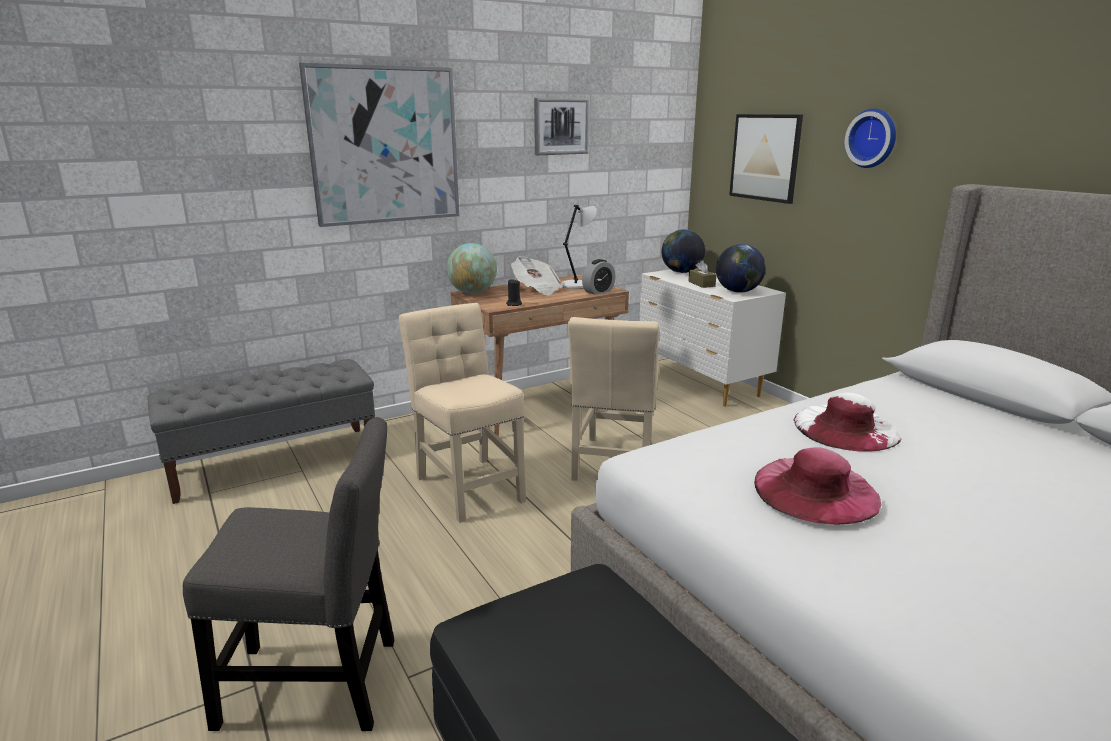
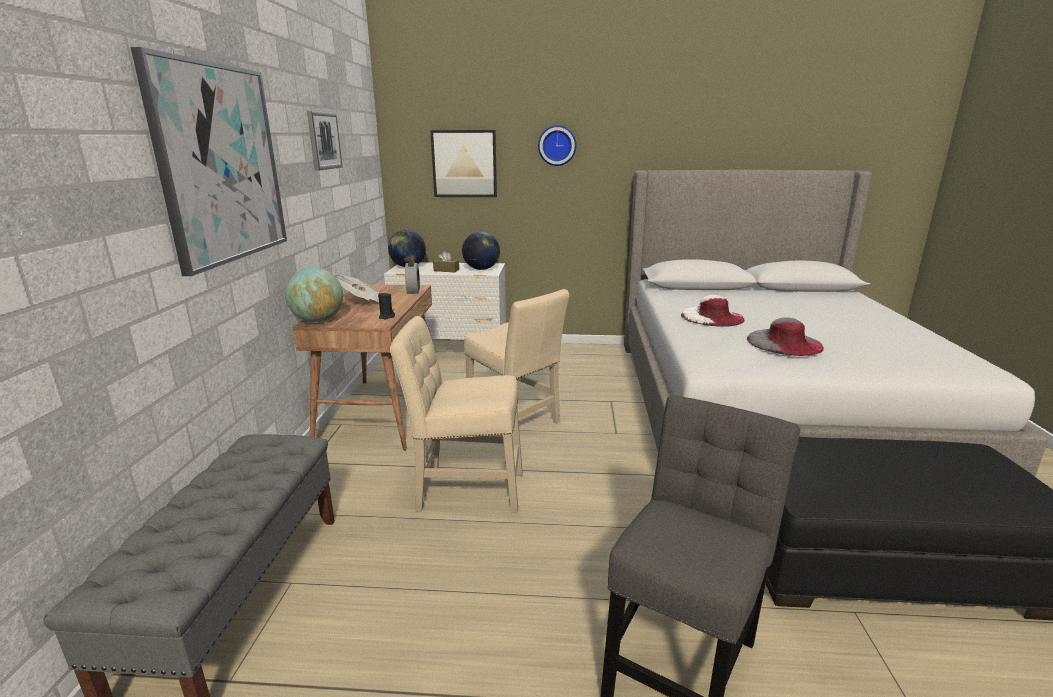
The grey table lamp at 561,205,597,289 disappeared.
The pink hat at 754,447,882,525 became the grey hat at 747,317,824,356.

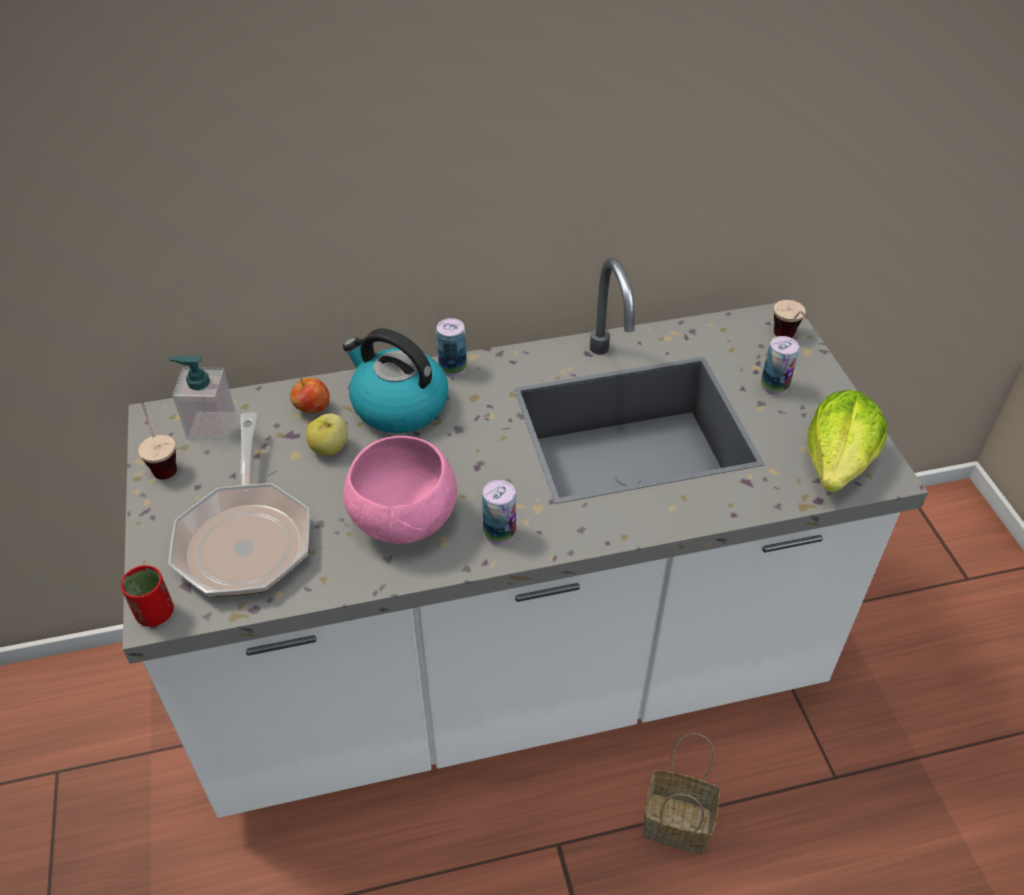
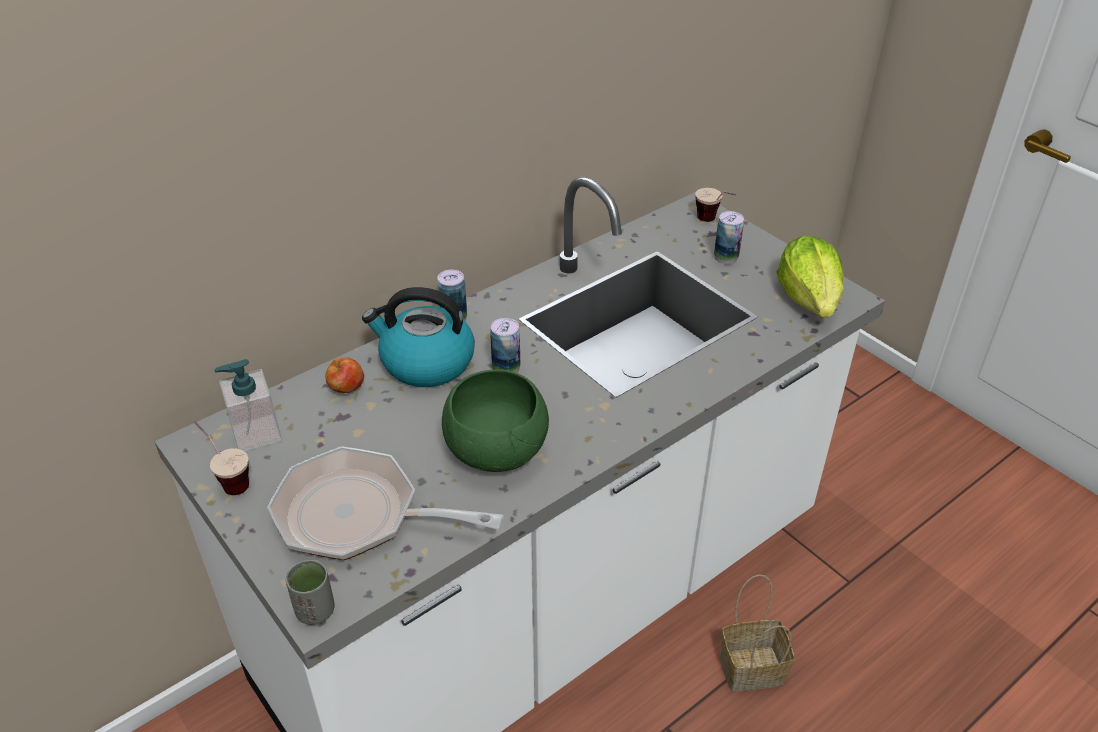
The frying pan at 168,413,310,597 turned 135 degrees clockwise.
The apple at 306,413,348,456 disappeared.
The pink bowl at 344,436,457,544 became the green bowl at 442,370,549,472.
The can moved from 482,480,516,545 to 490,318,520,373.
The red cup at 121,565,174,627 became the grey cup at 286,560,335,625.

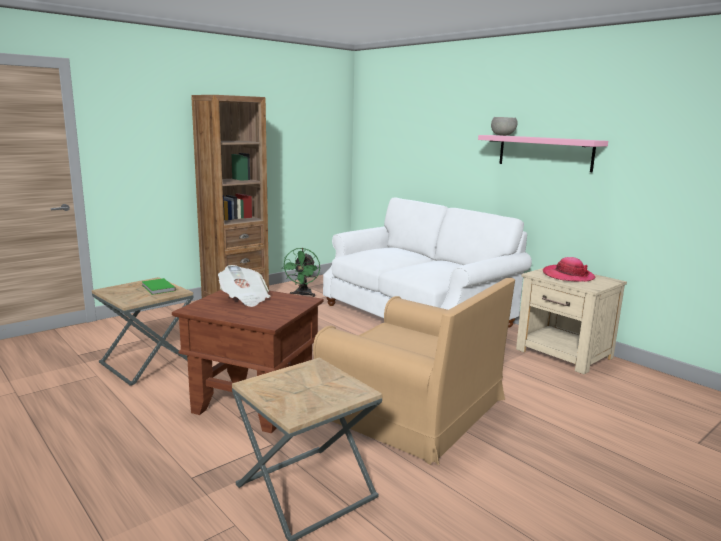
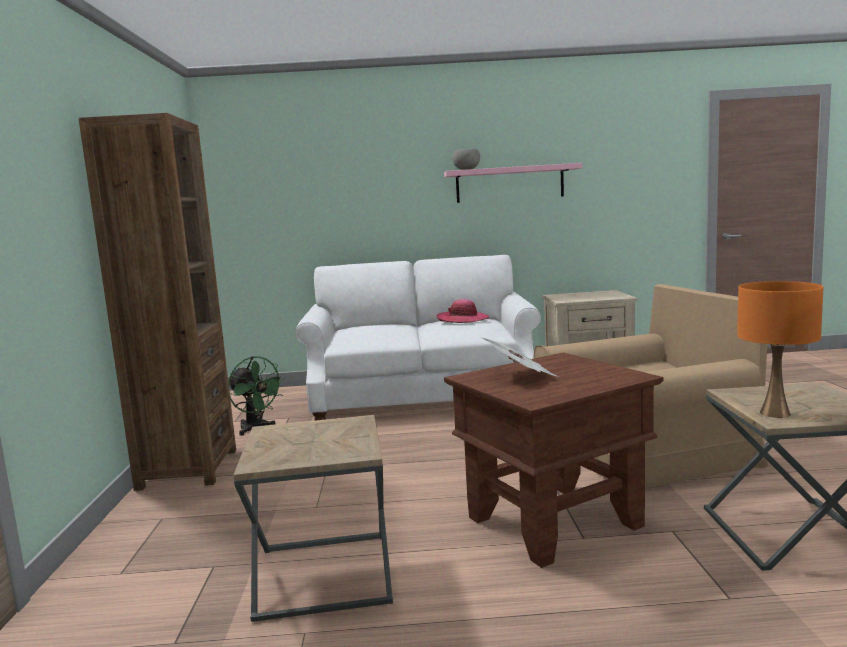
The hat moved from 543,257,595,282 to 436,299,489,323.
The green book at 141,278,176,295 disappeared.
The orange table lamp at 737,281,823,418 appeared.

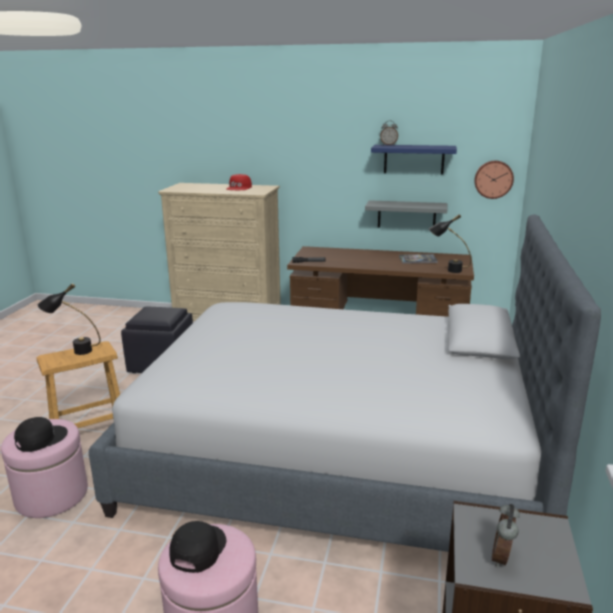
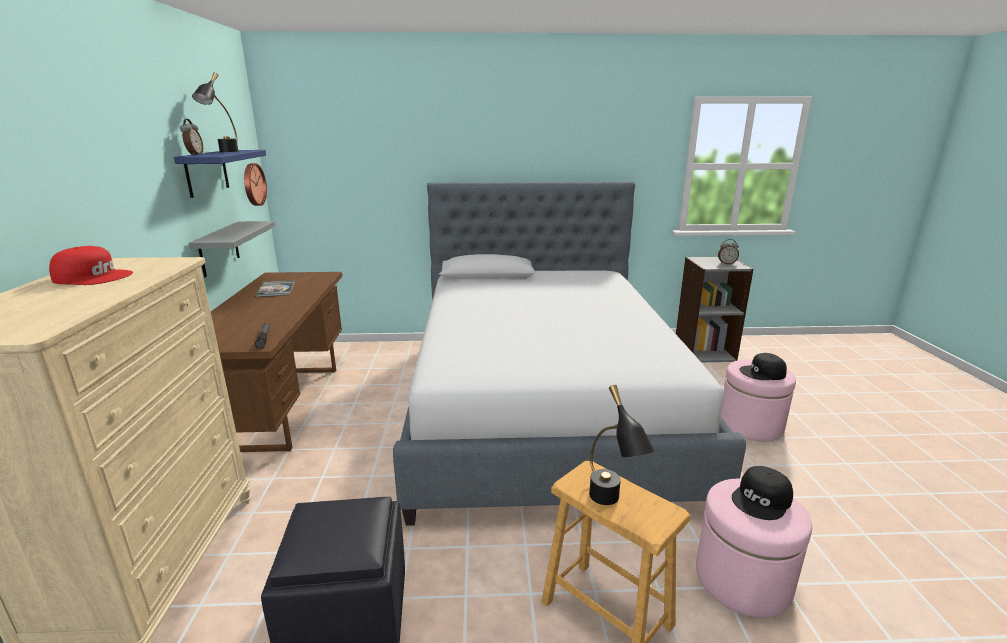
The black table lamp moved from 429,214,471,273 to 192,72,238,152.
The black cap at 14,417,68,452 turned 75 degrees counterclockwise.

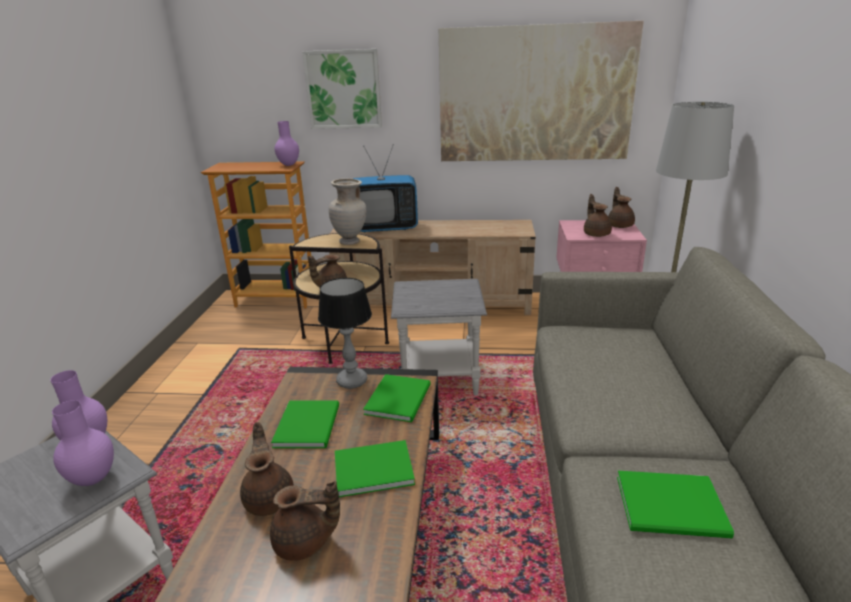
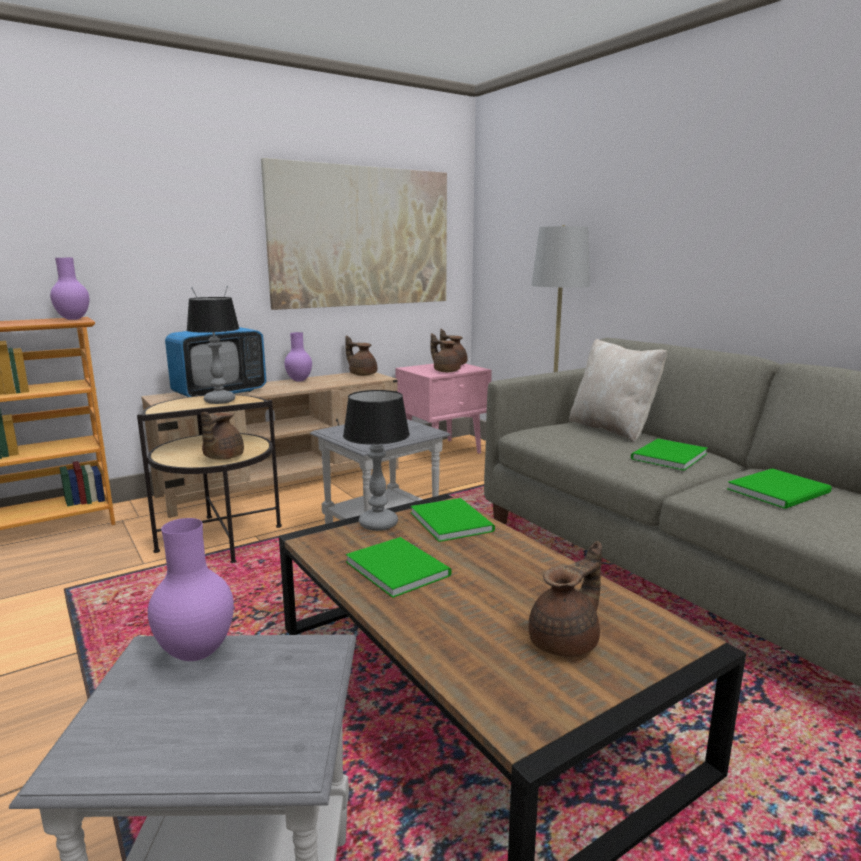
The picture at 302,49,382,129 disappeared.
The beige vase at 329,178,366,245 was replaced by the table lamp at 186,297,240,404.
The purple vase moved from 52,400,114,486 to 284,332,312,382.
The brown teapot moved from 240,422,294,516 to 346,336,377,376.
The green book moved from 335,440,415,497 to 631,439,708,471.
The beige pillow at 569,339,667,443 appeared.

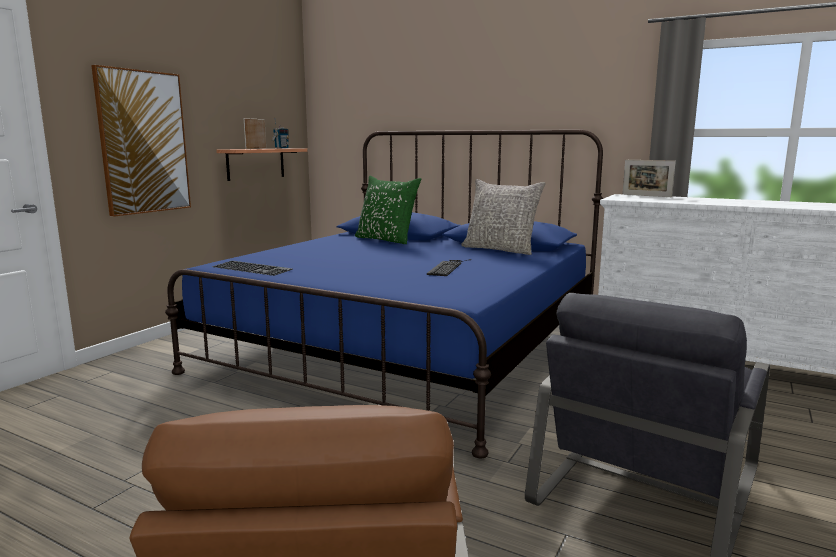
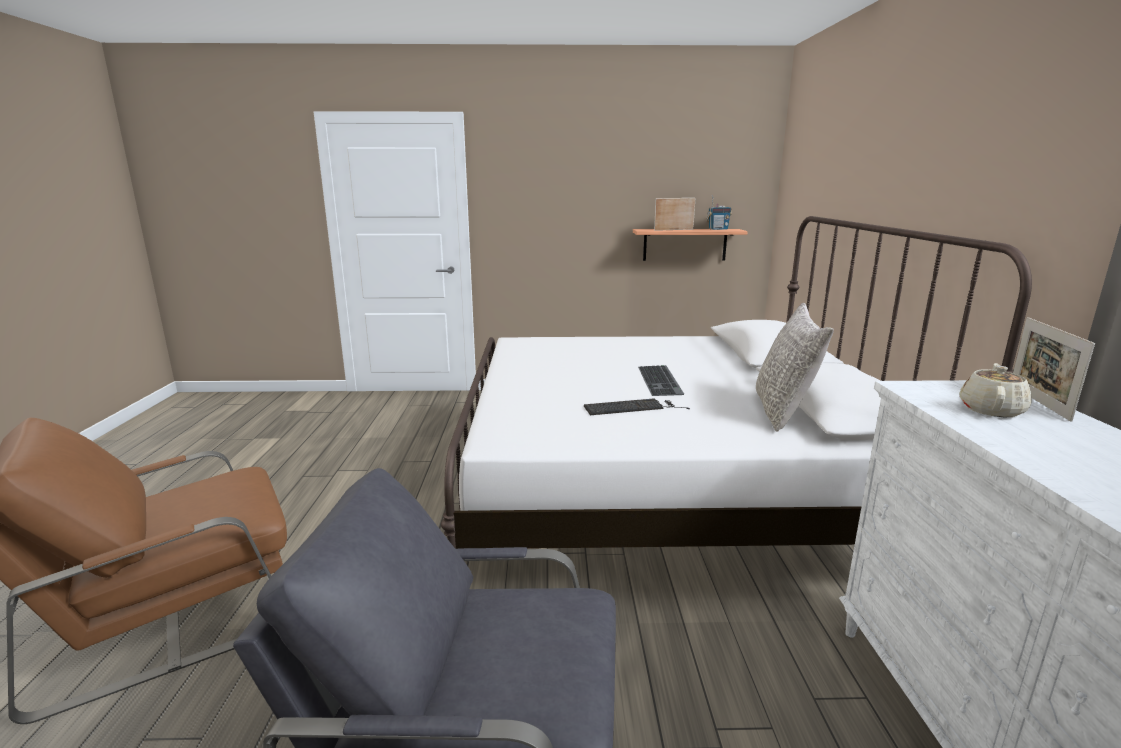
The picture at 91,65,191,217 disappeared.
The blue bed at 165,129,603,458 became the white bed at 441,216,1032,549.
The green pillow at 355,176,421,244 disappeared.
The keyboard moved from 212,261,293,276 to 638,365,684,396.
The beige teapot at 959,363,1032,417 appeared.

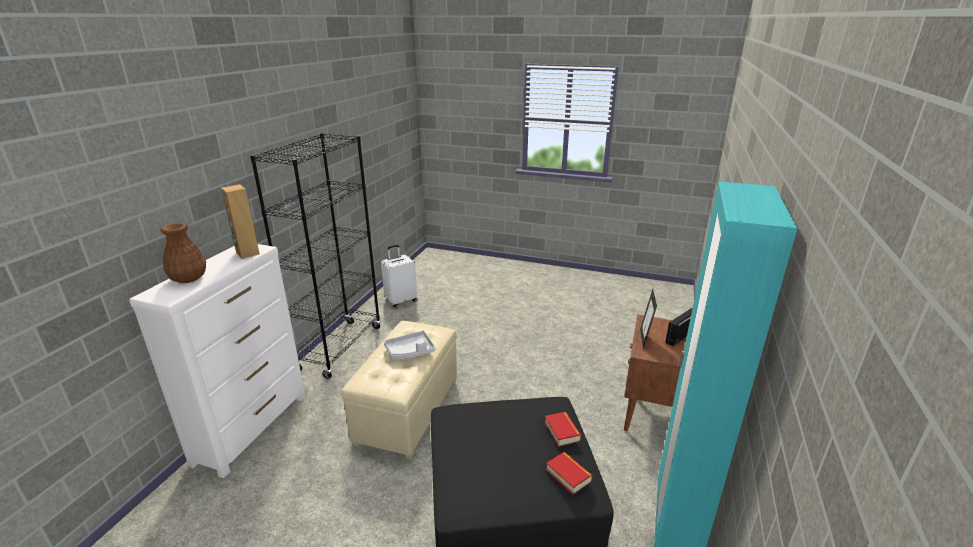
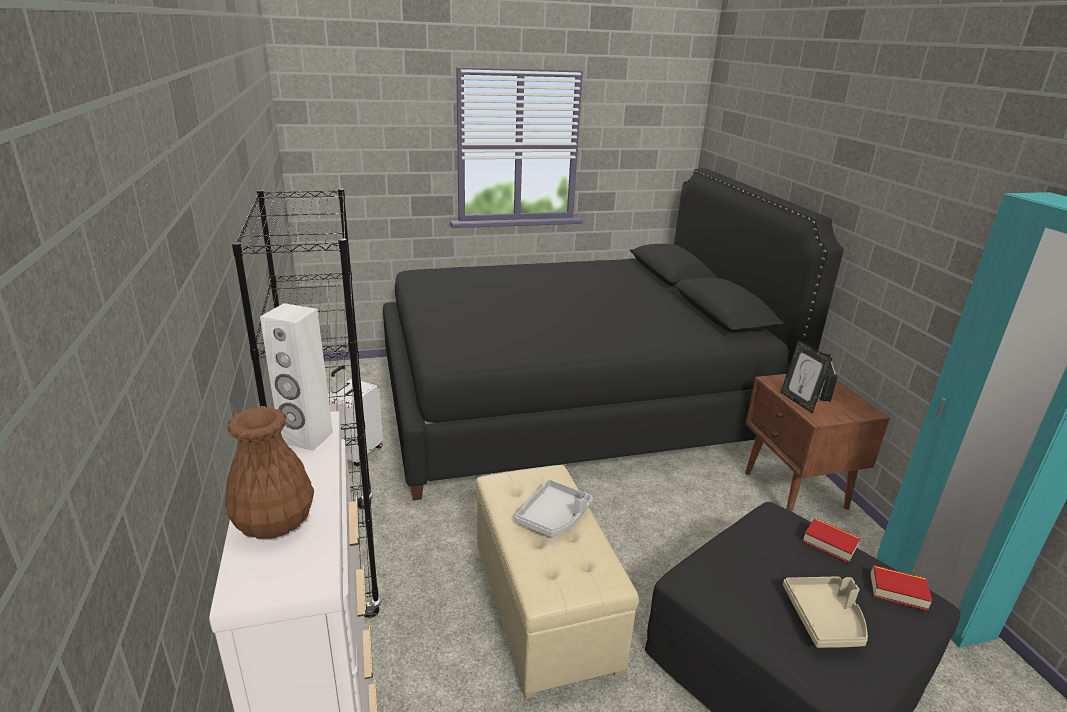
The brown speaker at 221,184,260,259 became the white speaker at 260,303,333,451.
The black bed at 383,168,844,500 appeared.
The beige tray at 783,576,868,648 appeared.

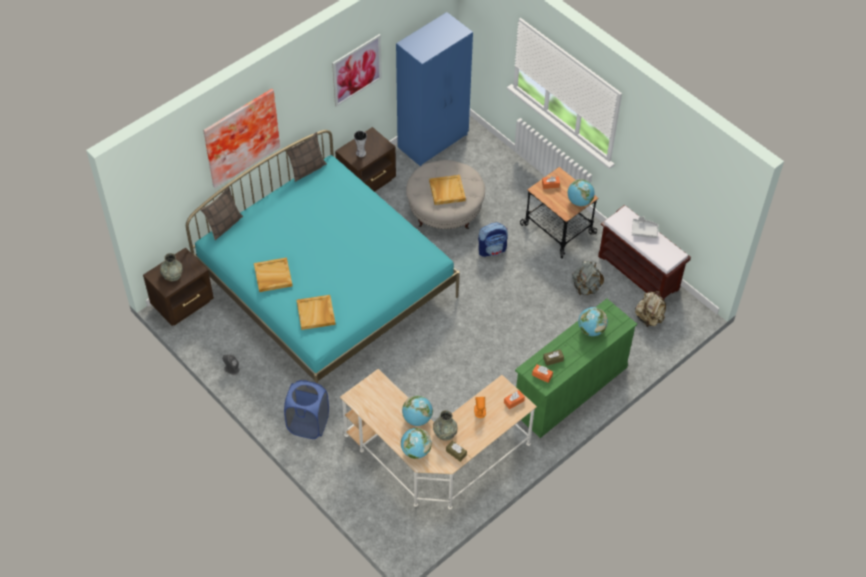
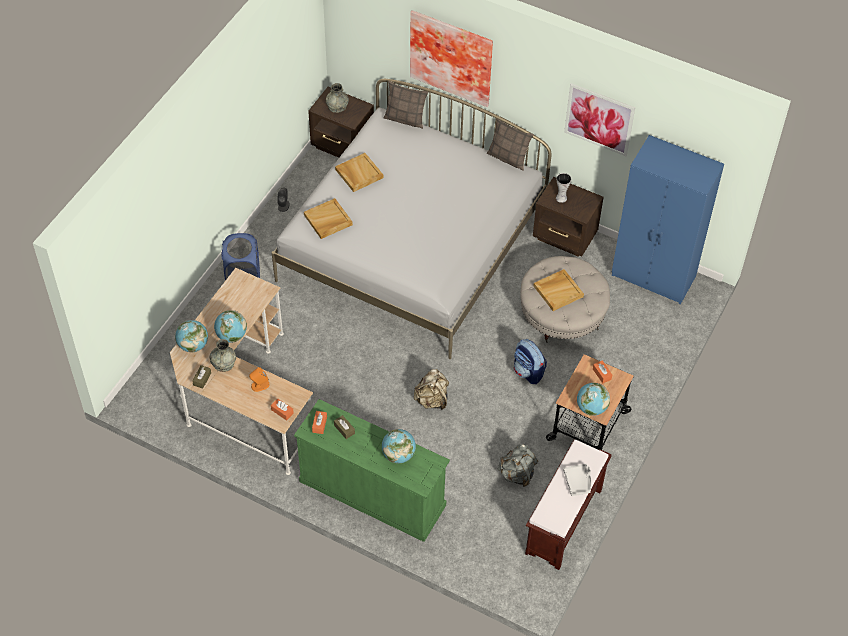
The turquoise bed at 186,130,460,384 became the white bed at 272,79,551,359.
The beige backpack moved from 635,291,666,327 to 414,369,449,410.

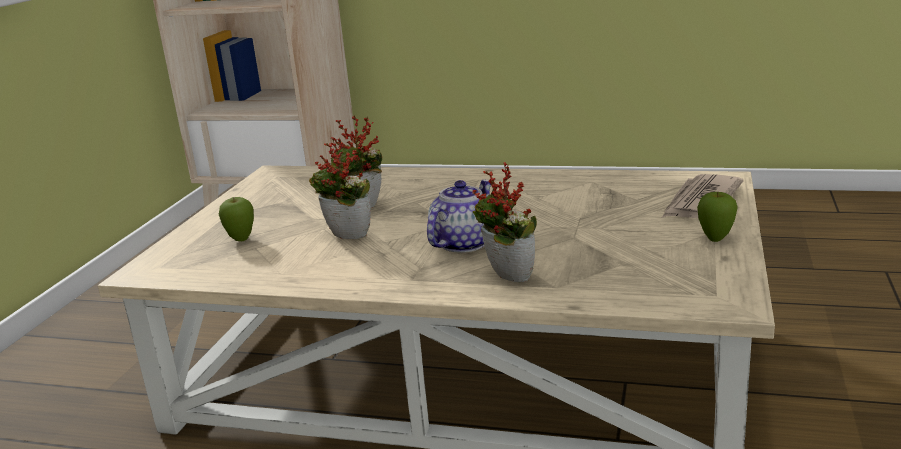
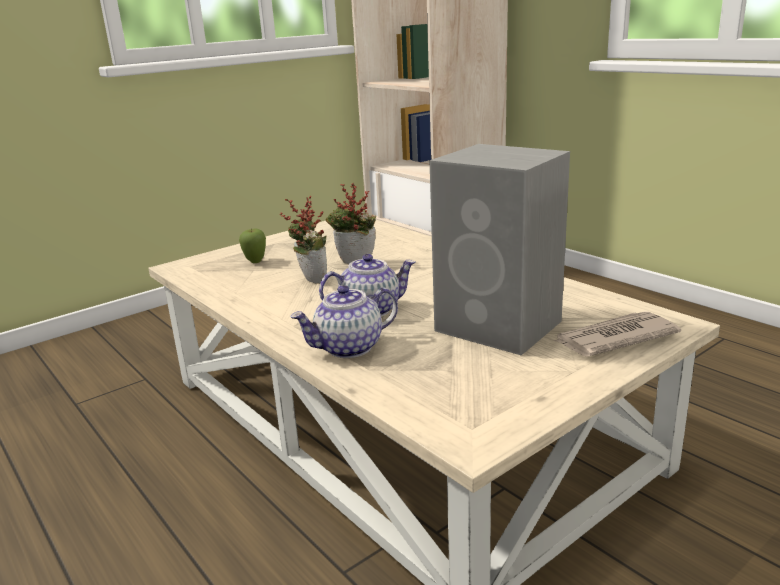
The potted plant at 472,162,537,282 was replaced by the teapot at 290,285,398,358.
The apple at 697,192,738,242 disappeared.
The grey speaker at 429,144,570,356 appeared.

